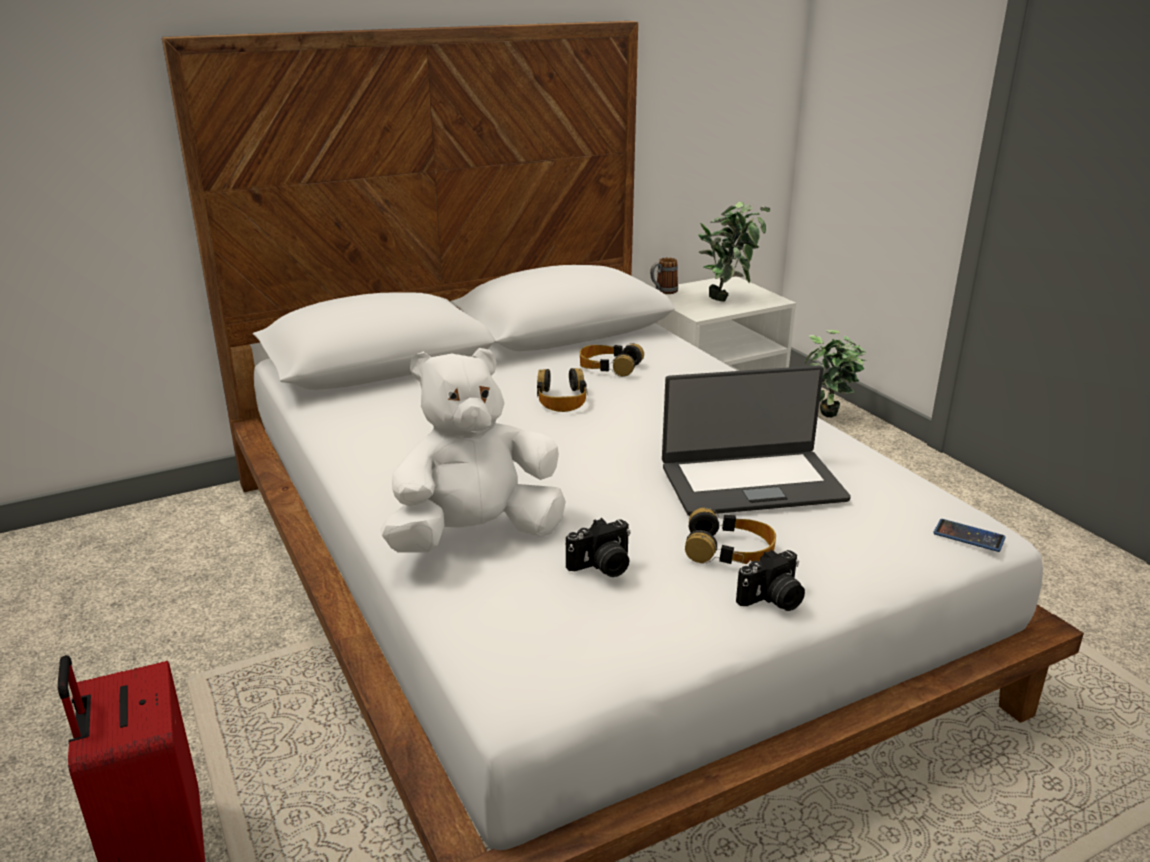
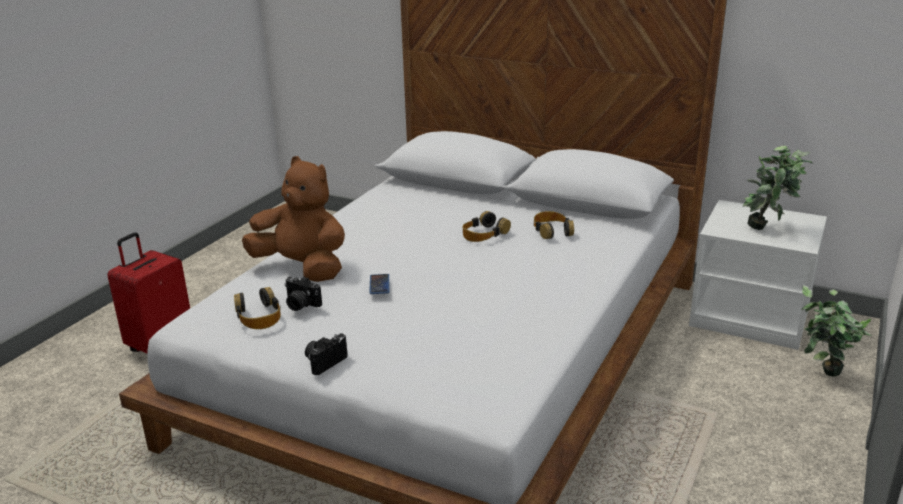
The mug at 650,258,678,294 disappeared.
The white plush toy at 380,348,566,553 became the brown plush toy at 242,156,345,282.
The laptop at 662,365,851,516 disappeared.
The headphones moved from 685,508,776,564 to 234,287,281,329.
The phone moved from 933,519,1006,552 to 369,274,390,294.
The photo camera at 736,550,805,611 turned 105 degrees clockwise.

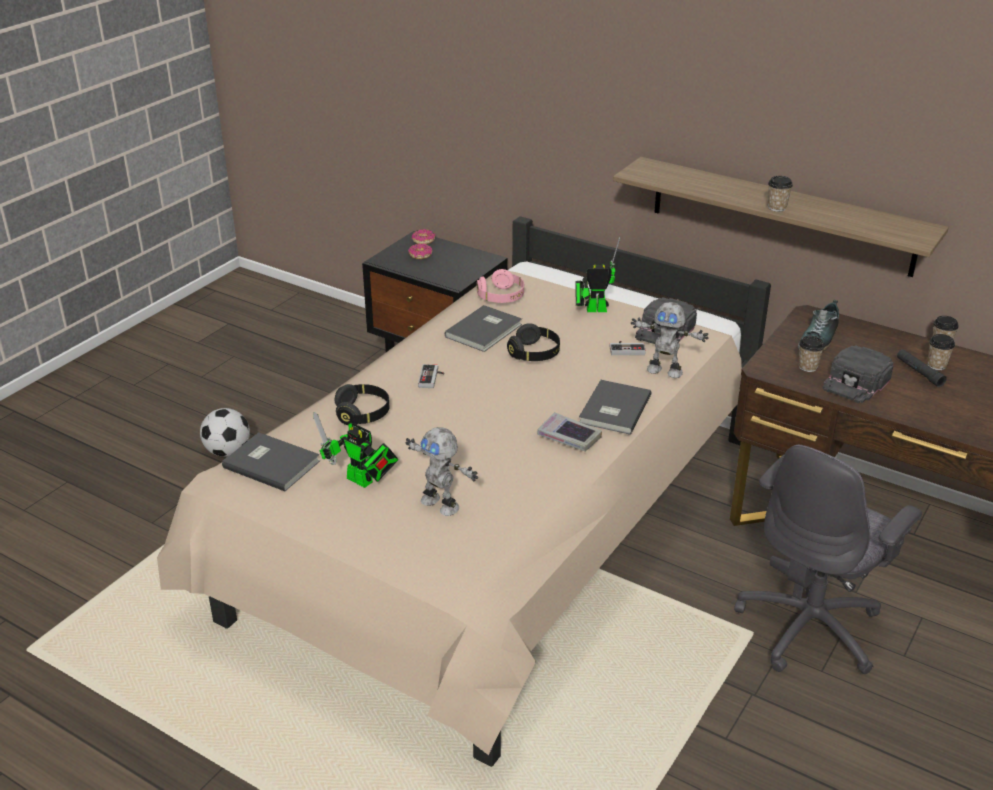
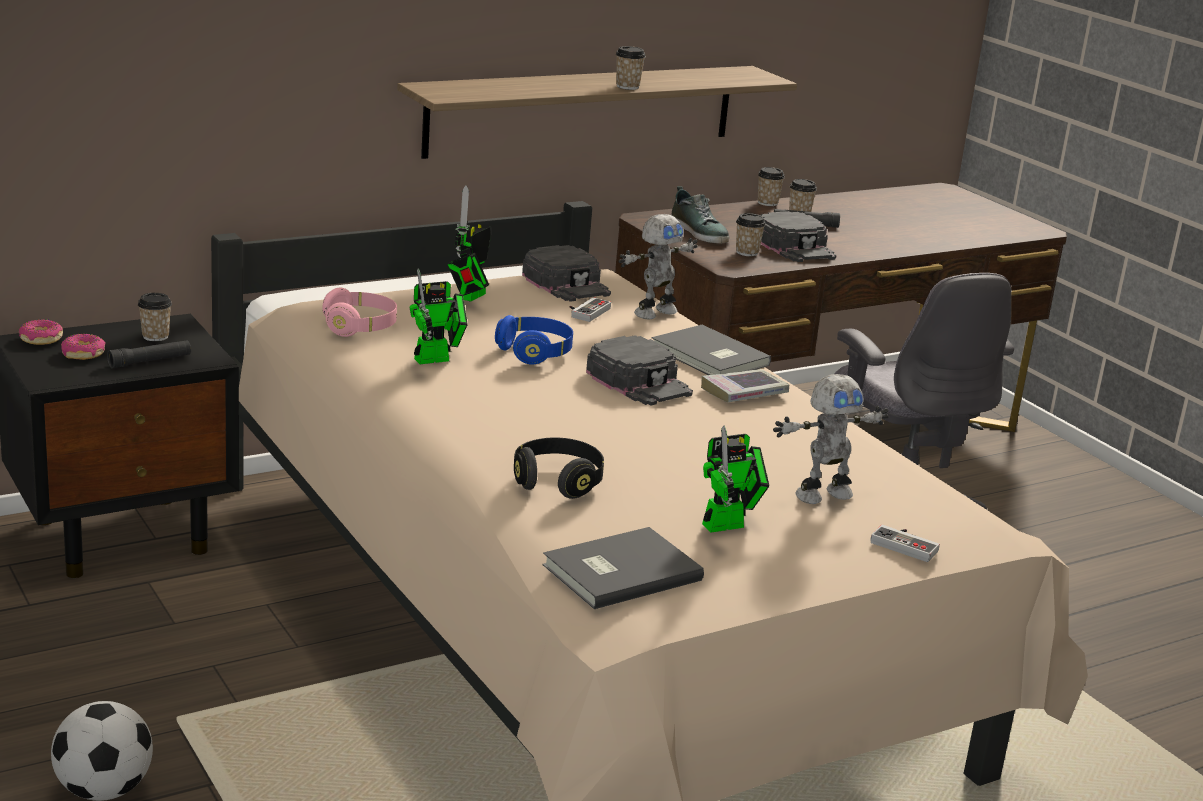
The grey book at 445,305,522,352 was replaced by the toy robot at 410,268,468,364.
The black headphones at 507,323,560,361 became the blue headphones at 495,315,573,365.
The game controller moved from 418,364,444,388 to 871,525,940,562.
The cup at 138,293,172,341 appeared.
The black cap at 586,335,693,406 appeared.
The black flashlight at 107,340,191,368 appeared.

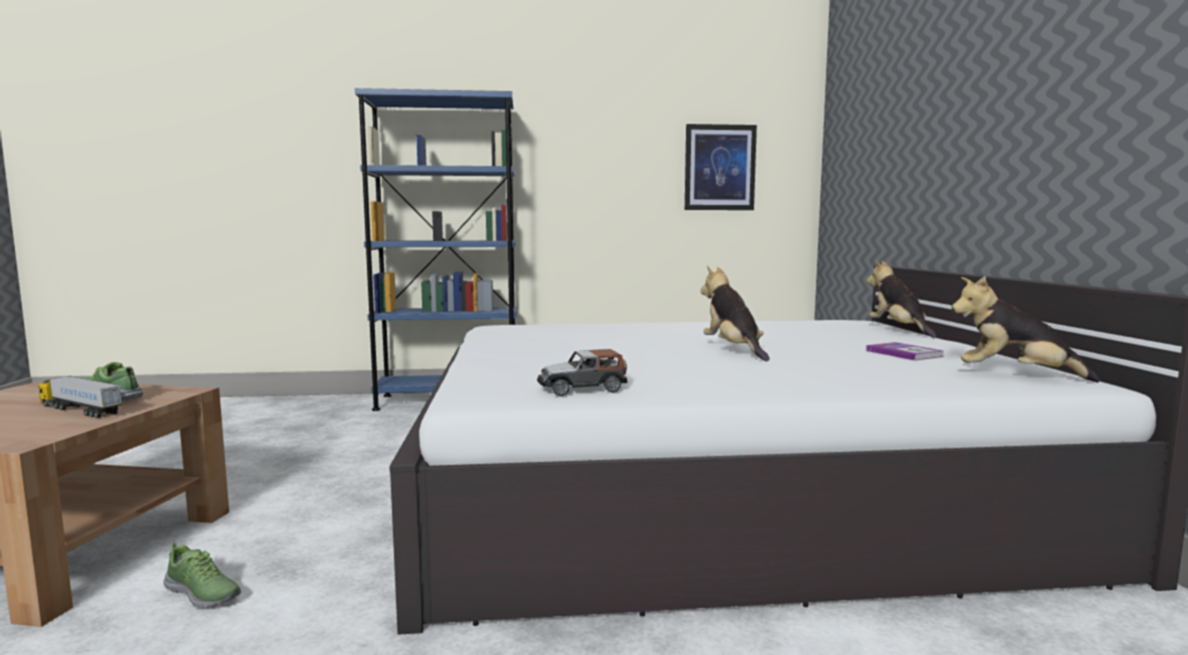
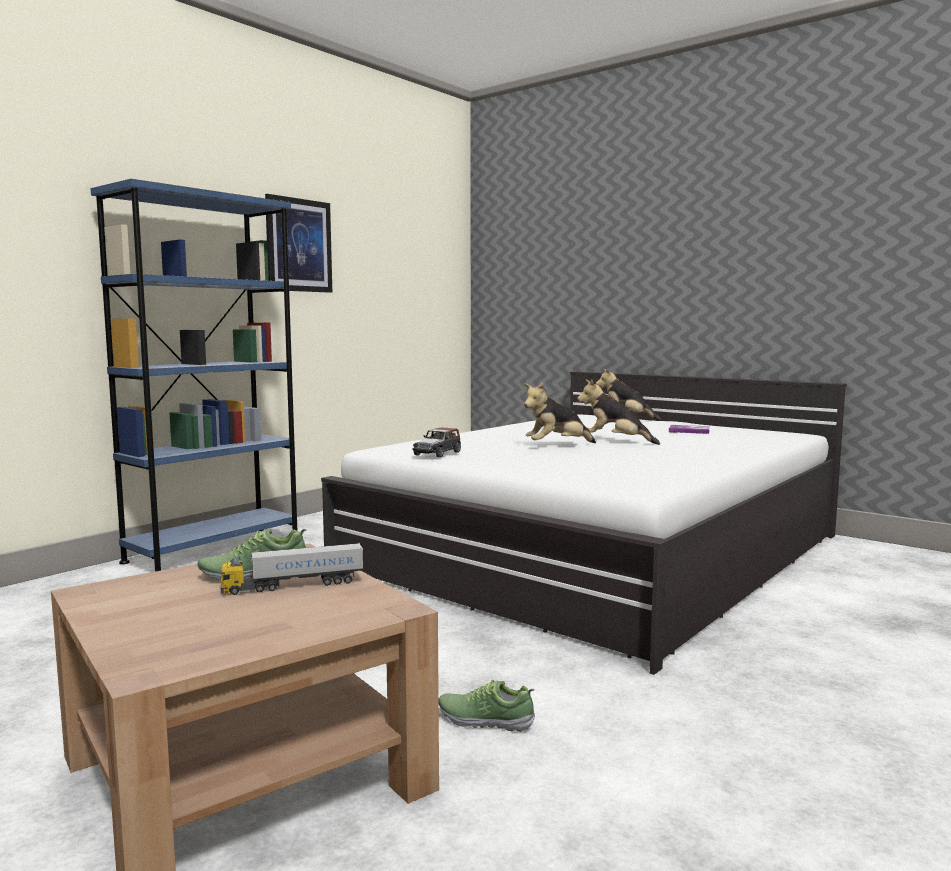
The picture moved from 685,124,757,210 to 265,194,332,293.
The plush toy moved from 952,276,1100,383 to 524,382,596,443.
The toy car moved from 537,349,628,396 to 412,427,461,458.
The shoe at 163,543,241,608 turned 150 degrees counterclockwise.

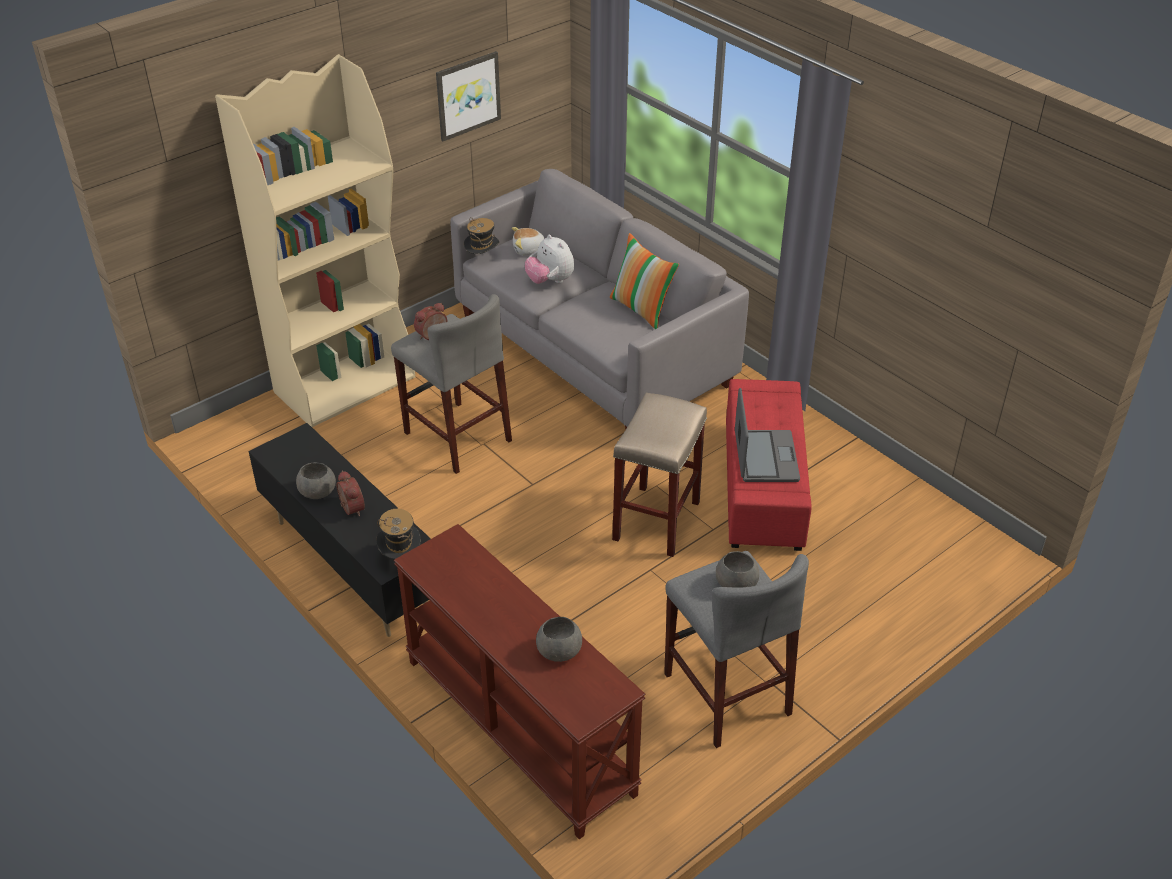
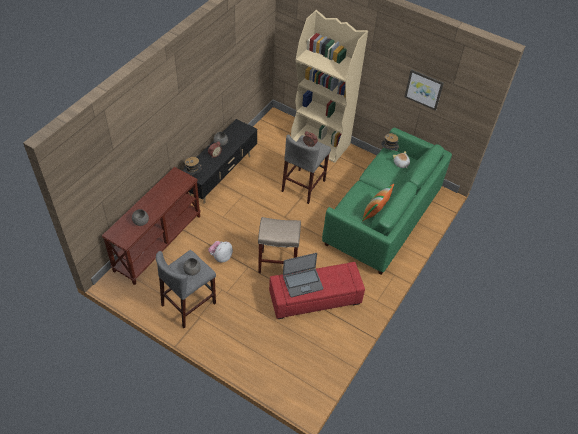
The grey sofa at 450,169,749,429 became the green sofa at 322,127,452,275.
The plush toy moved from 525,234,574,284 to 208,241,233,263.

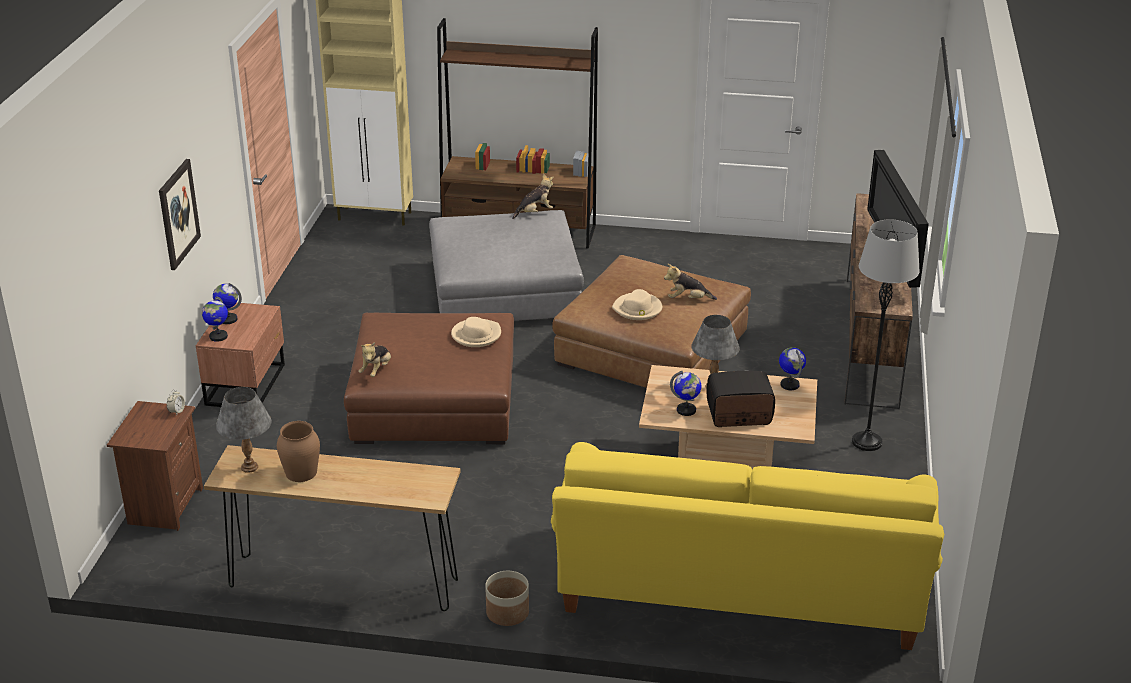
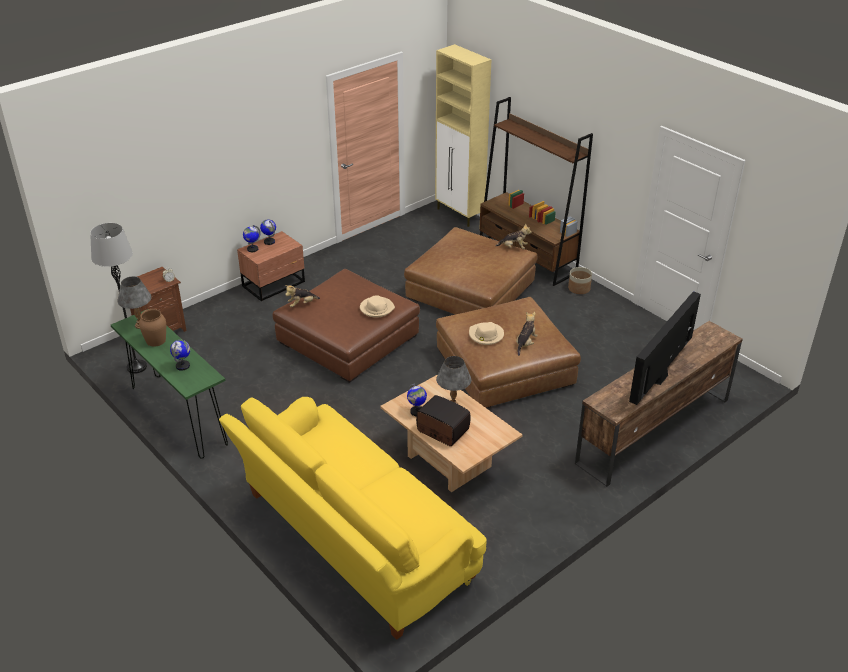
The picture at 159,159,201,270 disappeared.
The grey ottoman at 429,210,584,321 became the brown ottoman at 404,227,537,315.
The grey floor lamp moved from 852,219,920,451 to 90,223,147,374.
The plush toy at 664,264,717,300 turned 75 degrees clockwise.
The globe moved from 779,347,806,390 to 170,340,190,371.
The brown console table at 204,445,461,611 became the green console table at 111,309,228,459.
The planter moved from 485,571,529,626 to 568,267,592,294.

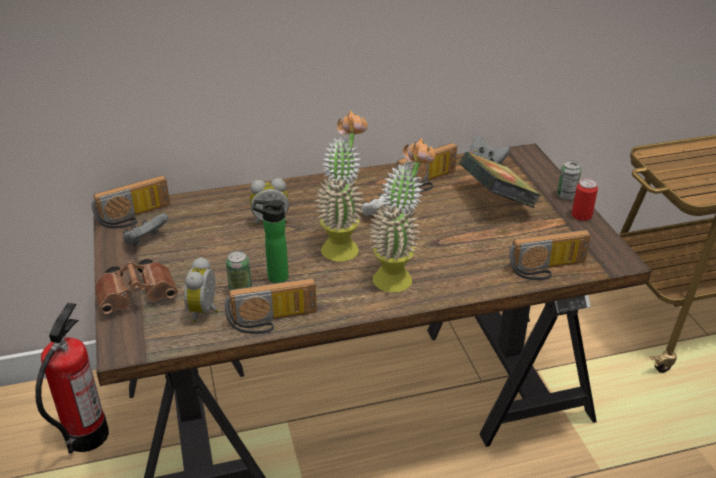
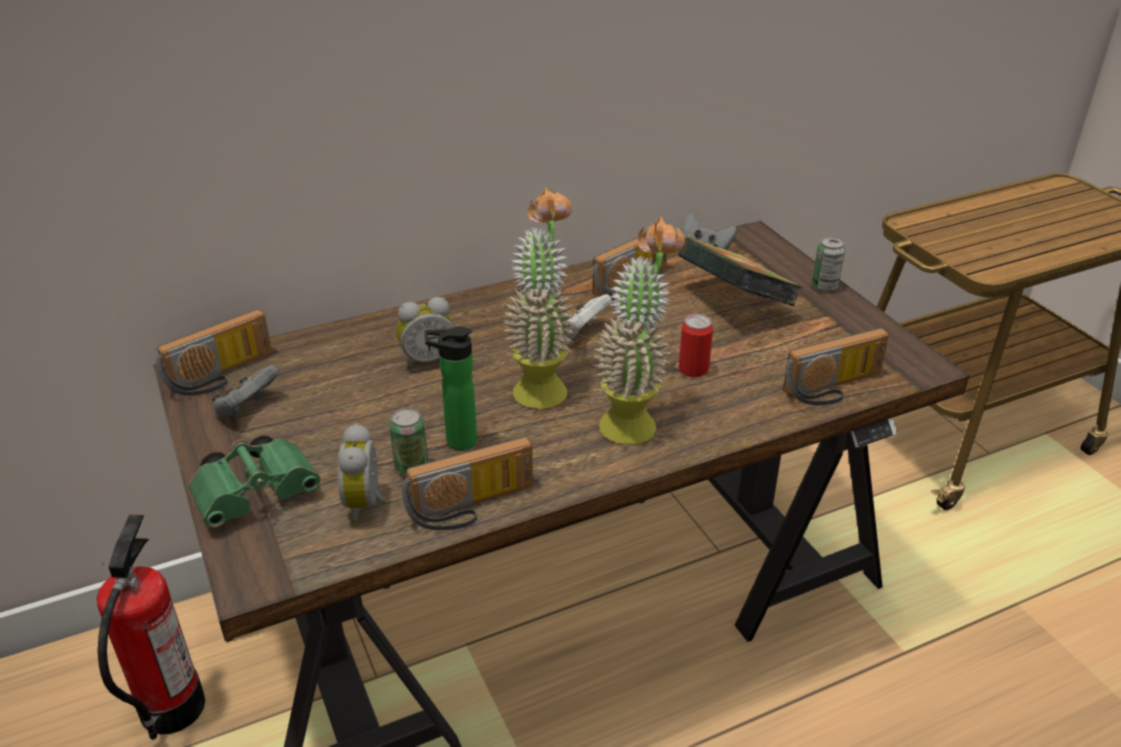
The can moved from 572,178,598,221 to 679,314,713,377.
The brown binoculars at 95,259,178,314 became the green binoculars at 189,435,320,528.

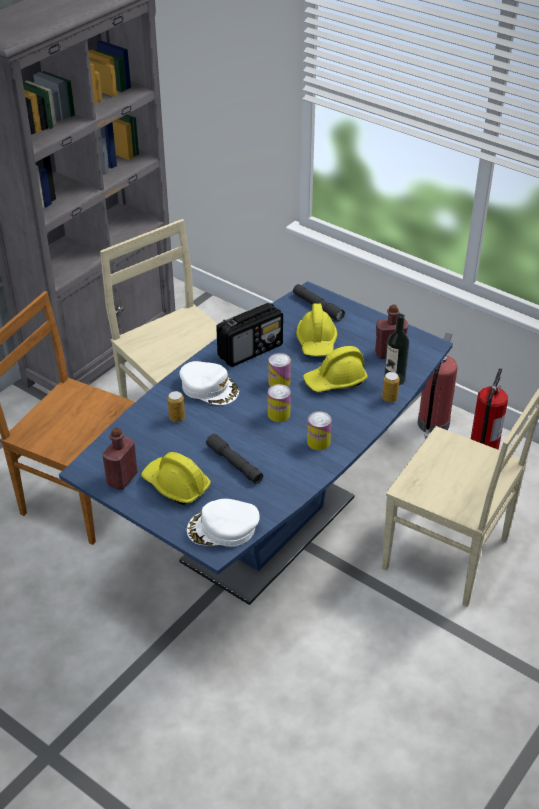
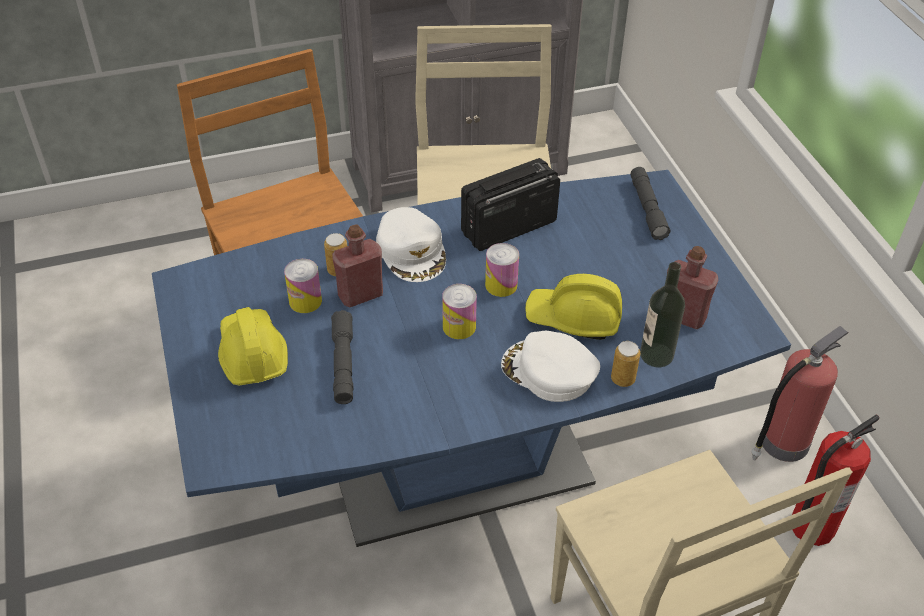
The radio at 216,303,283,367 turned 150 degrees clockwise.
The yellow hard hat at 296,303,337,357 disappeared.
The can moved from 307,411,331,450 to 284,259,322,313.
The red bottle moved from 102,427,138,490 to 332,224,383,307.
The white cap moved from 187,499,260,547 to 501,331,600,402.

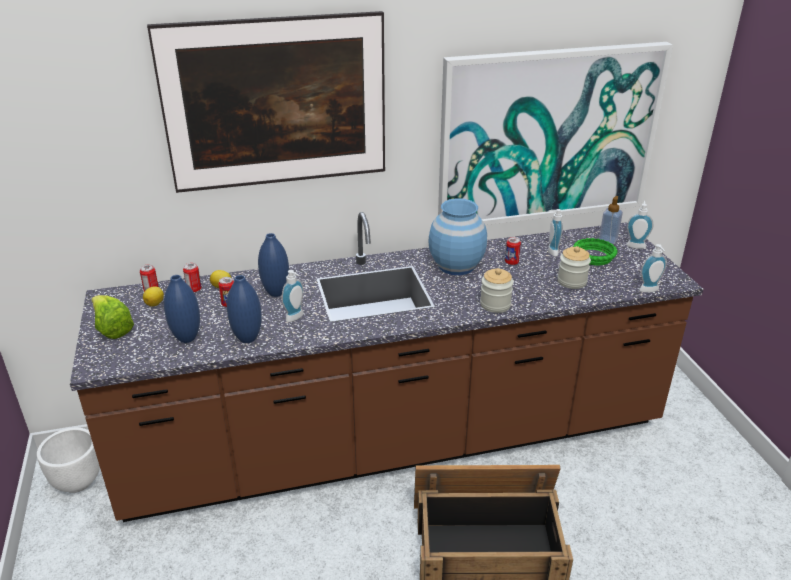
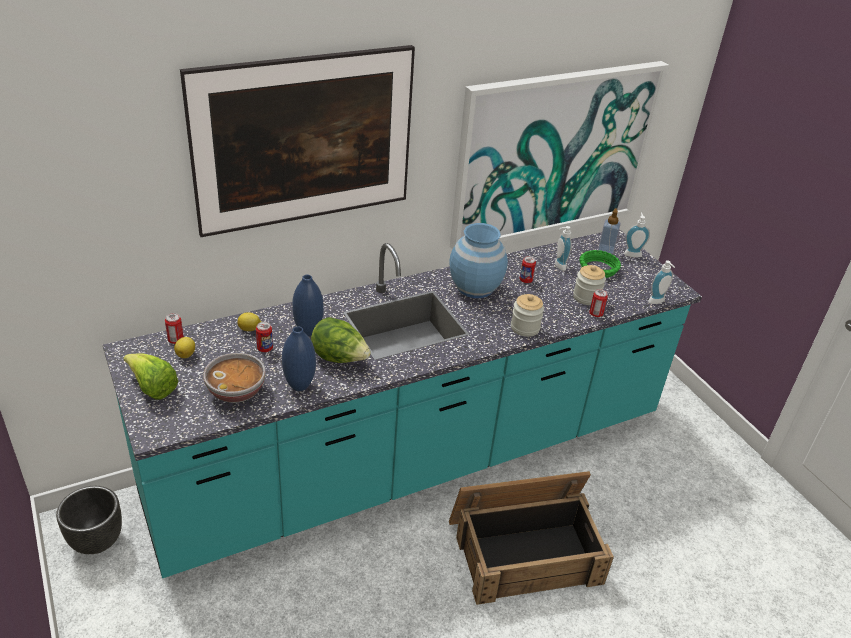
The brown counter at 70,212,703,522 became the turquoise counter at 103,229,702,578.
The can moved from 183,263,202,292 to 589,289,608,317.
The soap dispenser at 282,270,304,322 was replaced by the lettuce at 311,317,371,363.
The blue vase at 164,275,200,343 was replaced by the bowl at 203,353,266,403.
The white planter at 37,428,100,493 became the black planter at 56,486,122,554.

